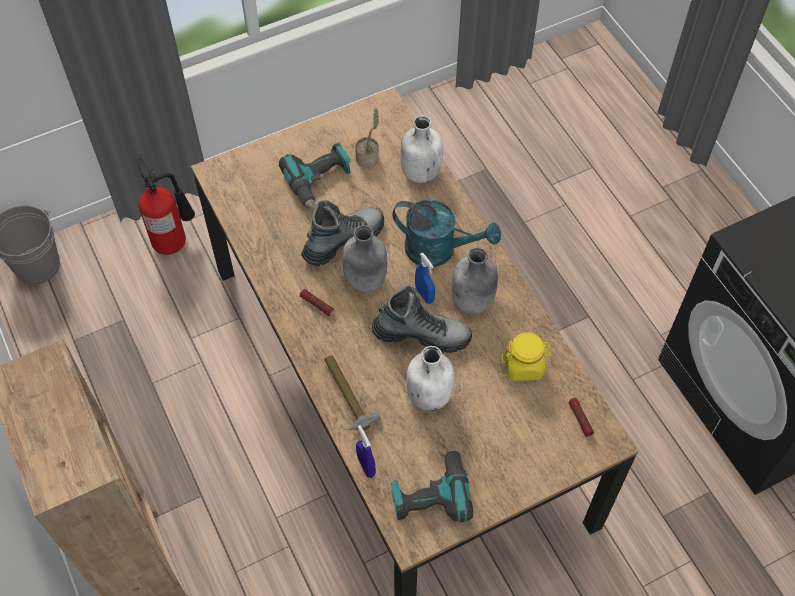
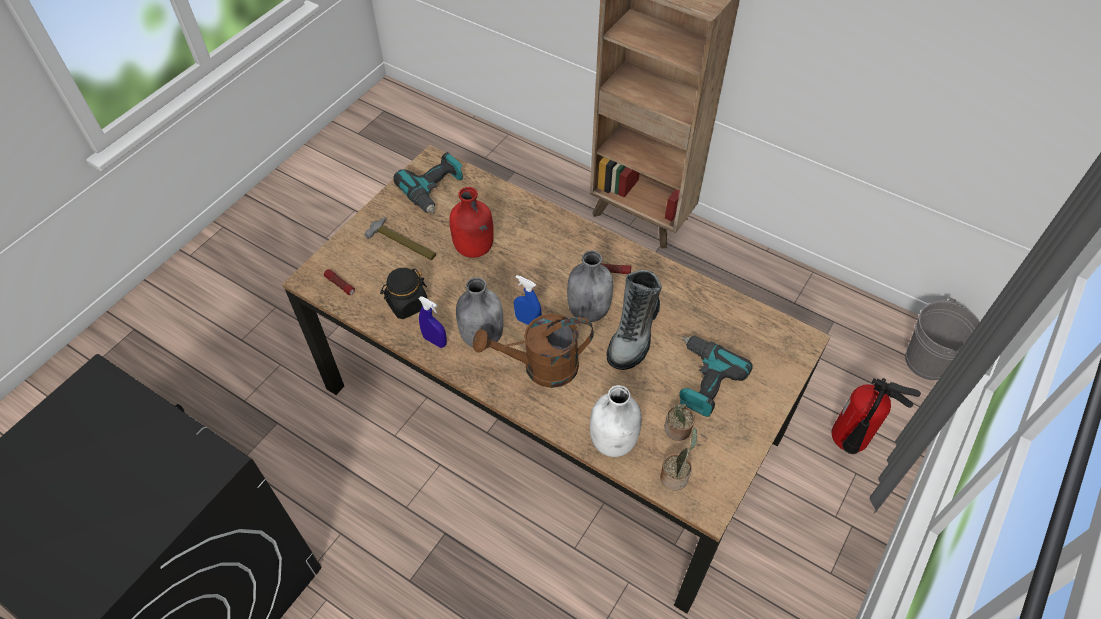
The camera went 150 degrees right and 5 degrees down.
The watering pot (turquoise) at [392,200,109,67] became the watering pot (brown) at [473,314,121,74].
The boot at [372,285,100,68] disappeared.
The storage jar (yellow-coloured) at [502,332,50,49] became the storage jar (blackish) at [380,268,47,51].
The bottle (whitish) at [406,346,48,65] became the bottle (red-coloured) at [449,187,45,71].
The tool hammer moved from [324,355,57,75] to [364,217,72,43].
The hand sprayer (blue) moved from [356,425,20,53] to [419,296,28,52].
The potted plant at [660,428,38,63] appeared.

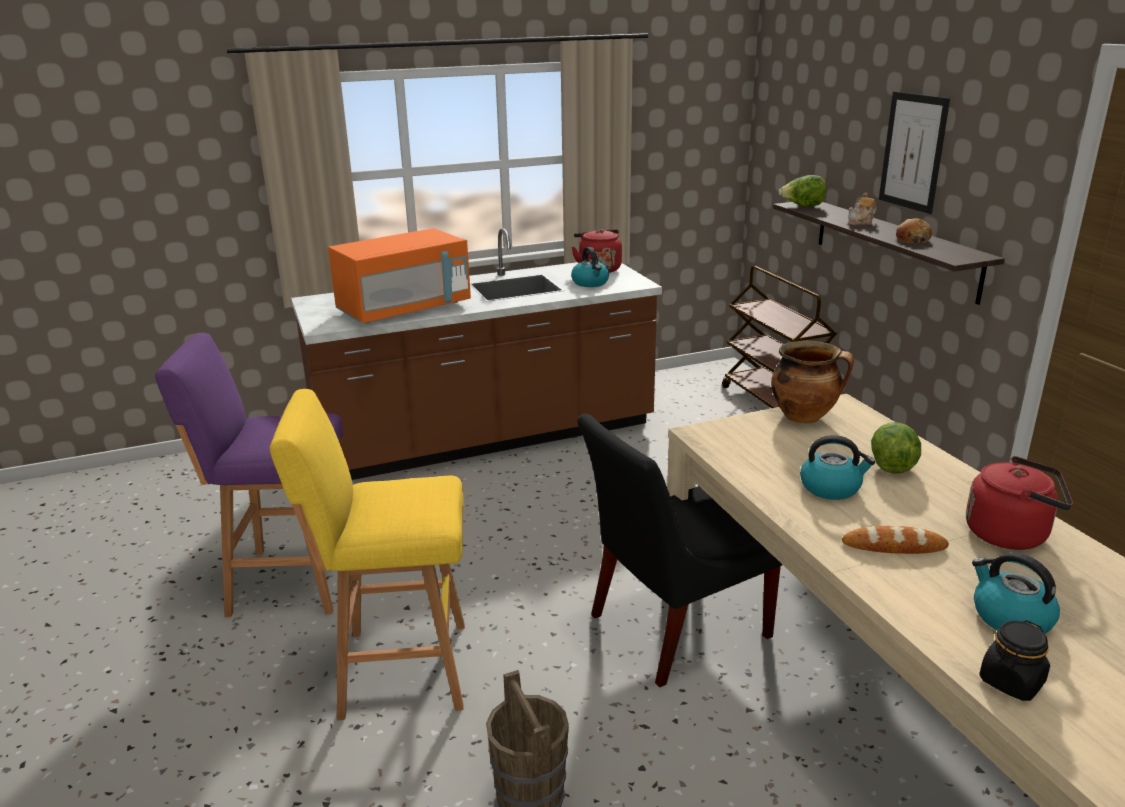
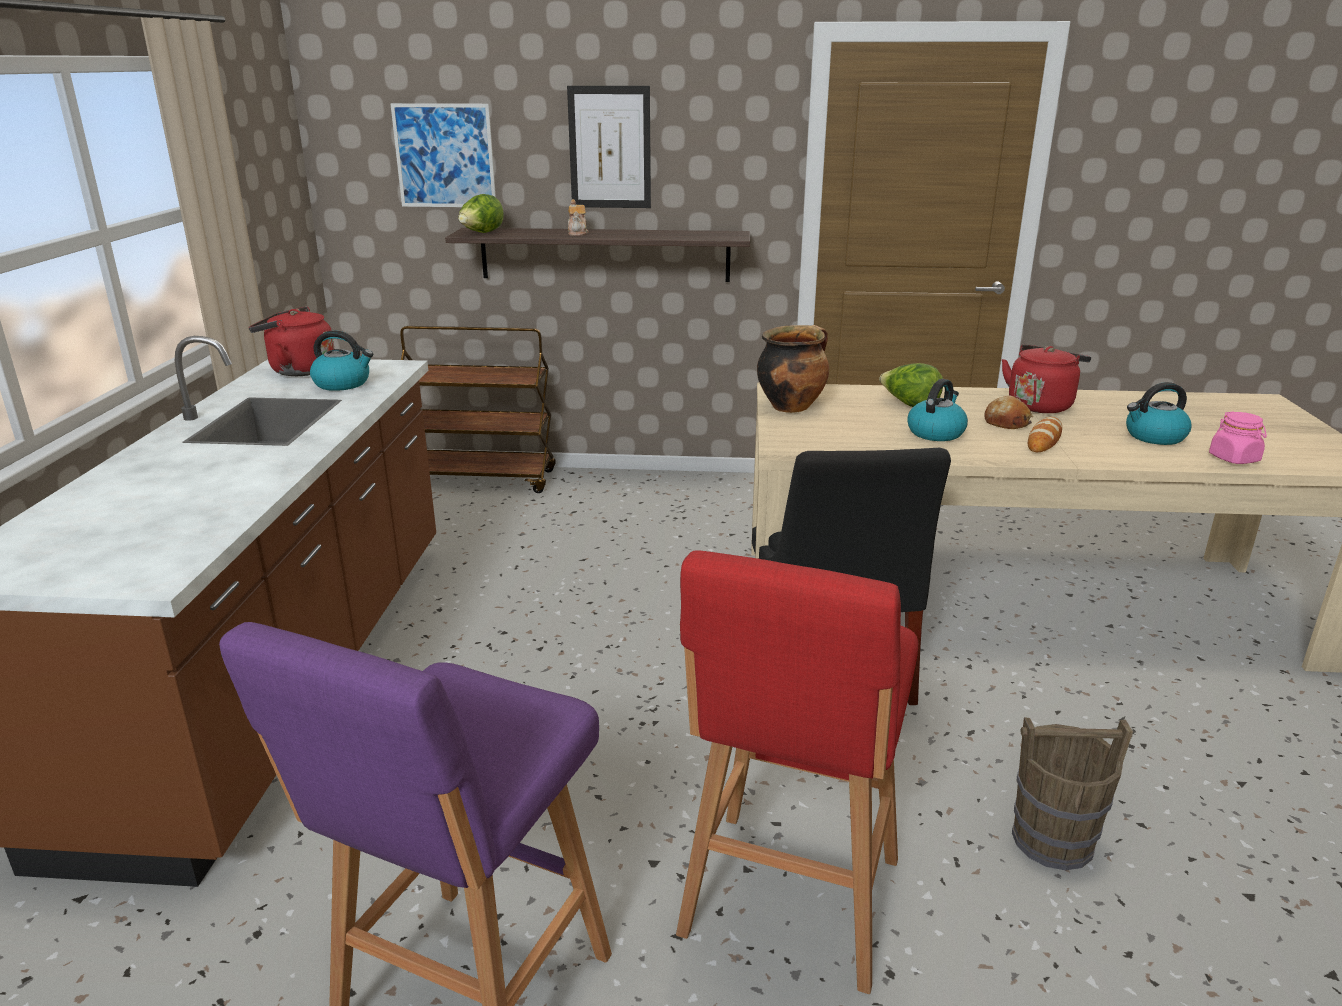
The camera went 65 degrees left and 0 degrees up.
The baked bread moved from [896,218,36,25] to [984,395,49,34].
The kitchen microwave (orangey) at [328,228,143,95] disappeared.
The stool seat (yellow-coloured) at [270,389,195,331] became the stool seat (red-coloured) at [676,550,242,444].
The storage jar (blackish) at [979,620,71,81] became the storage jar (pinkish) at [1209,411,58,53].
The picture at [390,103,106,104] appeared.

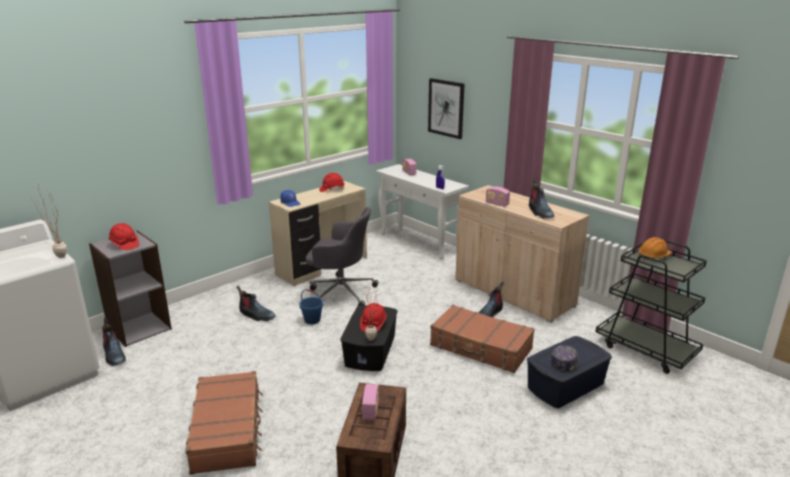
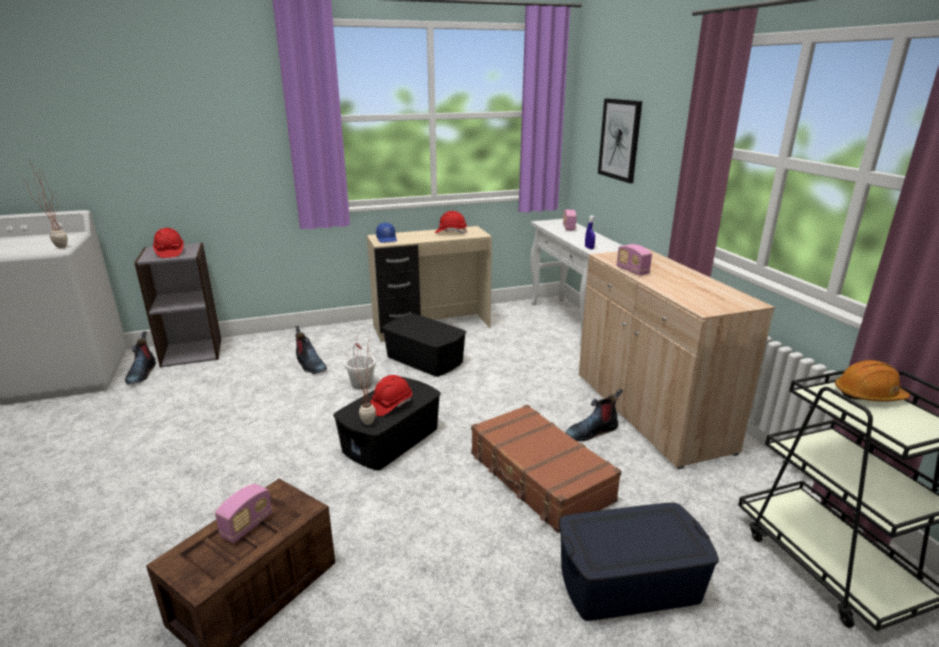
The camera went 25 degrees right and 0 degrees up.
The boot at [529,178,25,41] disappeared.
The office chair (grey) at [306,207,72,99] was replaced by the storage box (blackish) at [382,314,84,63].
The bucket (blue) at [299,289,24,35] became the bucket (whitish) at [345,343,31,47].
The baseball cap at [551,345,28,27] disappeared.
The travel case (brown) at [185,371,78,104] disappeared.

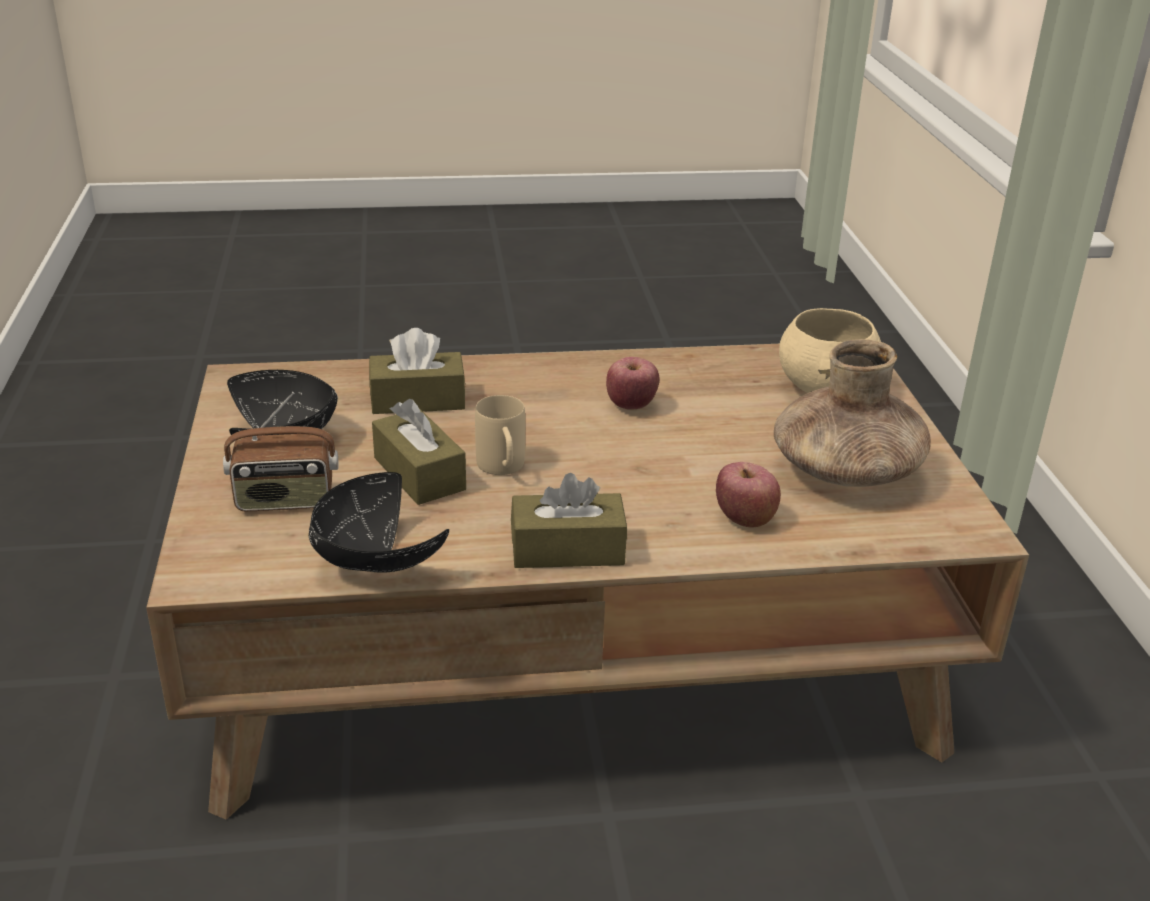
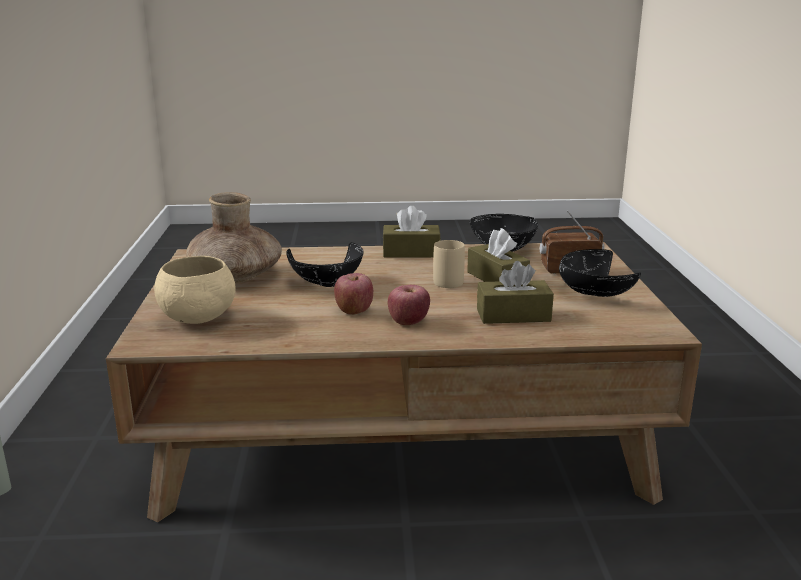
The camera went 175 degrees left and 10 degrees down.
The whole apple moved from [716,462,65,66] to [388,285,42,40].
The deep dish (blackish) at [286,242,78,45] appeared.

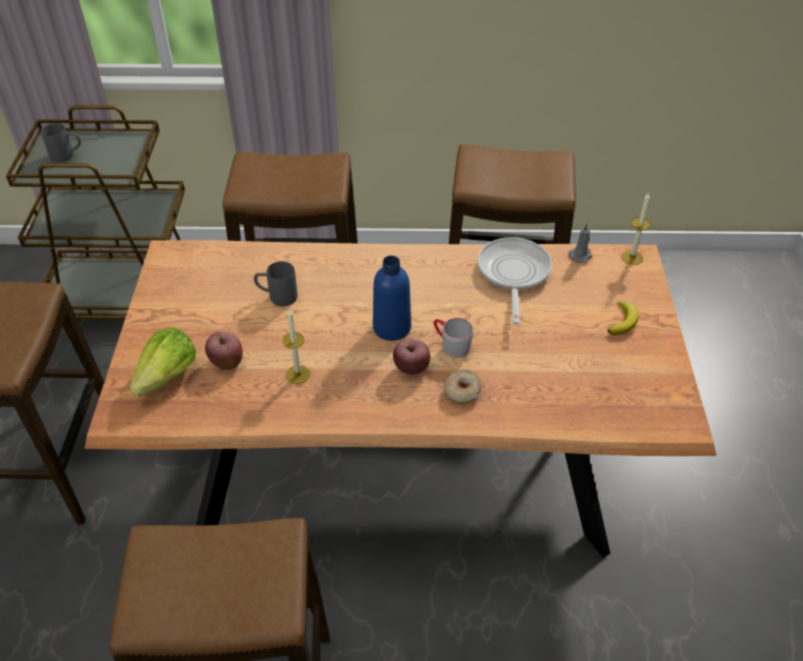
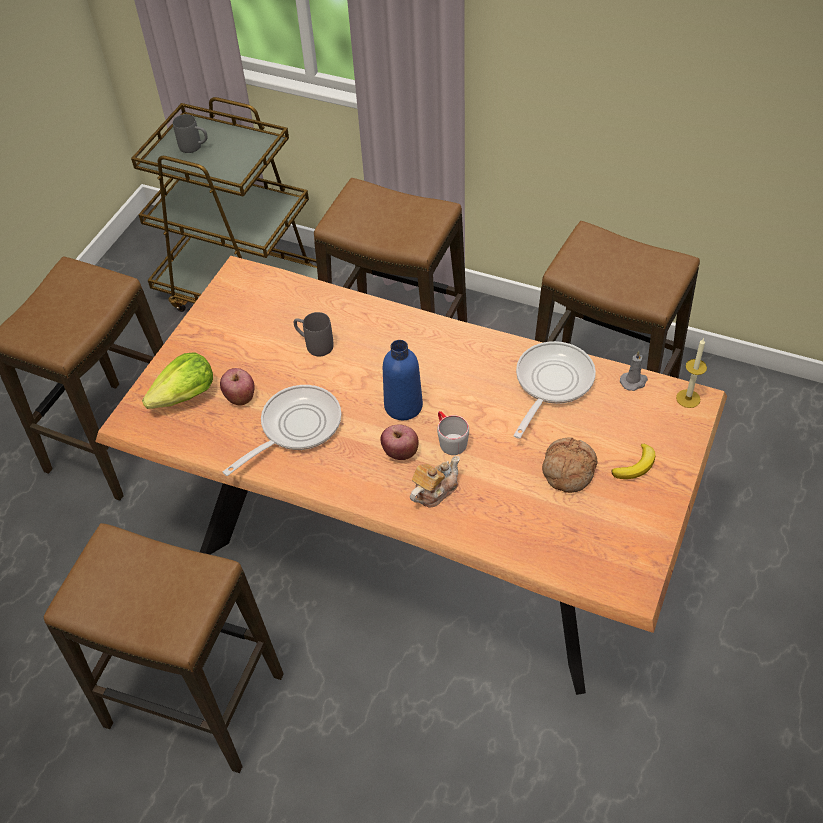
The camera went 25 degrees right and 5 degrees up.
The wax candle at [282,309,28,75] was replaced by the skillet at [223,385,118,91].
The donut at [443,369,39,35] was replaced by the teapot at [410,456,50,52].
The baked bread at [542,438,55,55] appeared.

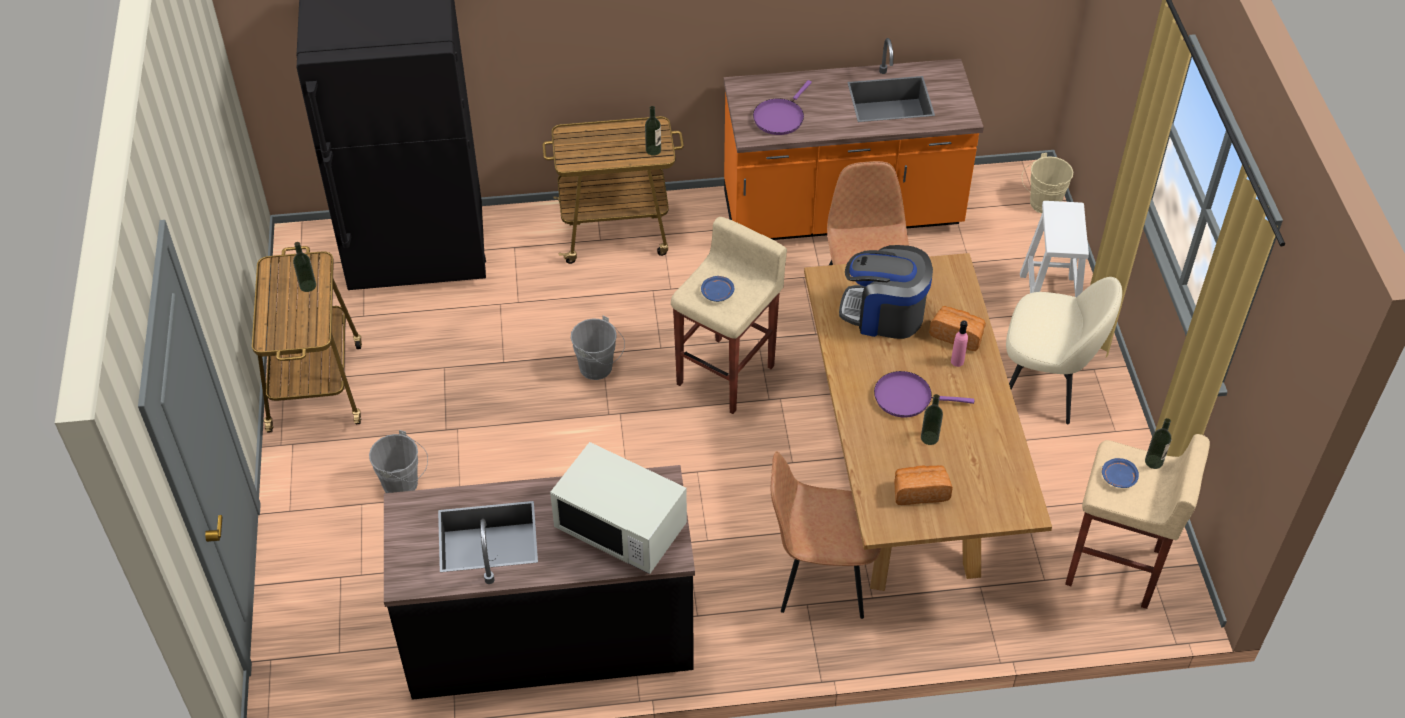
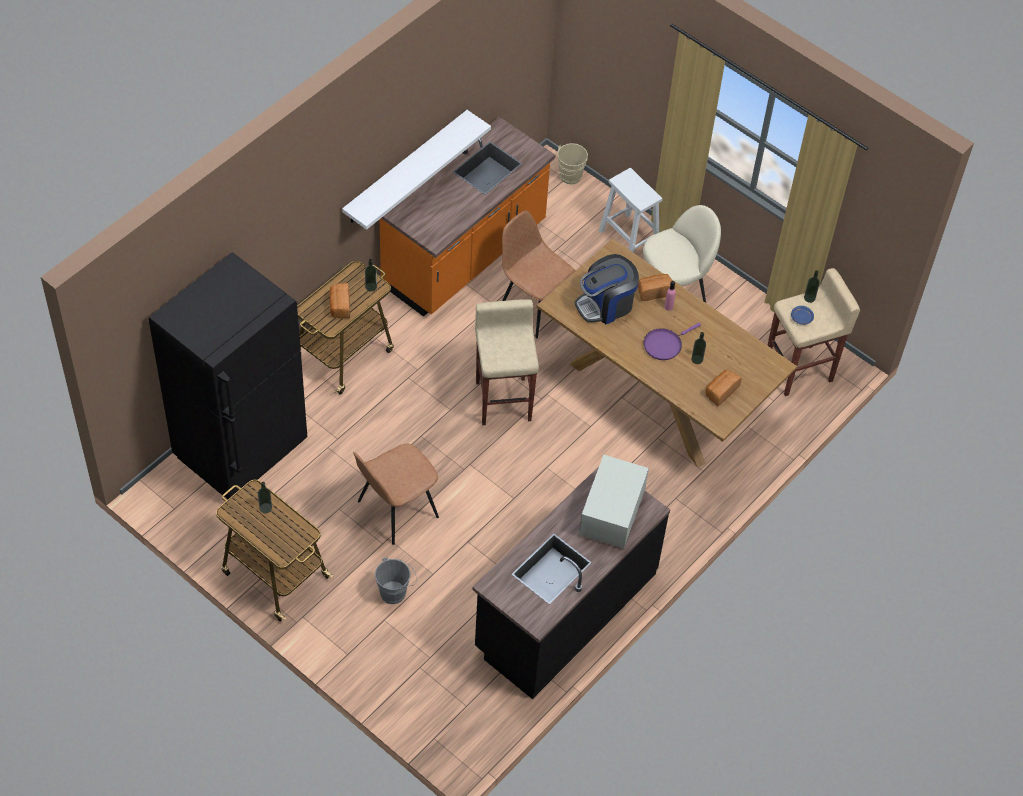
The camera went 45 degrees left and 5 degrees up.
The skillet (purple-coloured) at [753,80,59,55] disappeared.
The dinner plate (blue) at [701,276,33,26] disappeared.
The bucket (grey) at [571,316,54,64] disappeared.
The kitchen microwave (whitish) at [550,442,137,132] turned 120 degrees clockwise.
The upright chair (brown) moved from [771,451,110,168] to [353,444,86,101].
The wall shelf (whitish) at [342,110,149,120] appeared.
The baked bread at [330,283,20,36] appeared.

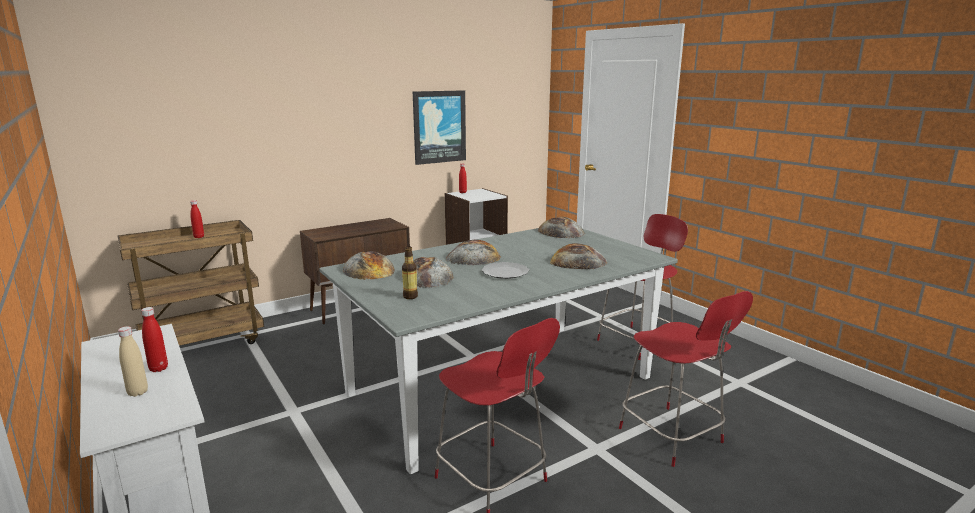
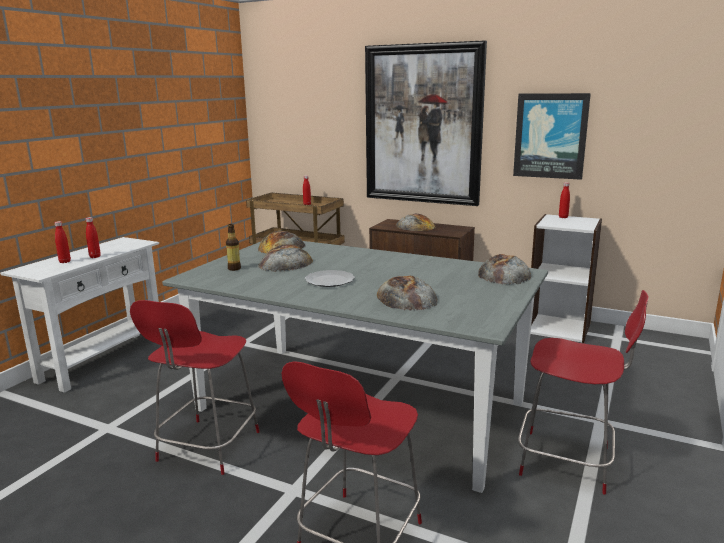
The camera went 60 degrees right and 0 degrees up.
The baked bread moved from [446,240,55,25] to [396,214,40,17].
The bottle (beige-coloured) at [118,326,30,71] became the bottle (red-coloured) at [55,221,16,42].
The picture at [365,40,122,166] appeared.

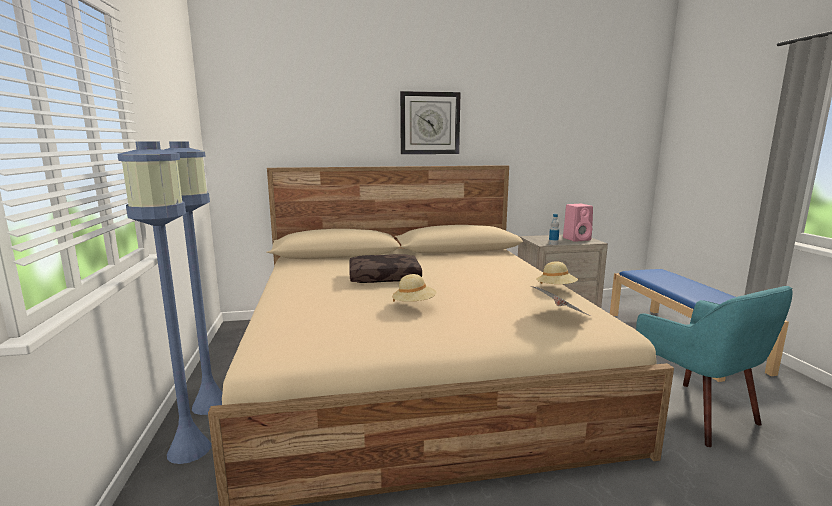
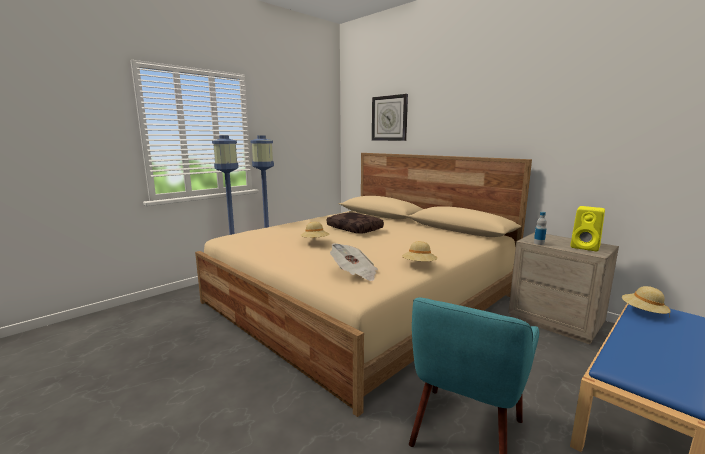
The camera went 55 degrees right and 0 degrees up.
The wall clock moved from [400,91,61,63] to [372,94,36,47].
The audio speaker (pinkish) at [563,204,30,38] became the audio speaker (yellow-coloured) at [570,206,35,45].
The clothing hat (beige-coloured) at [622,286,49,30] appeared.

